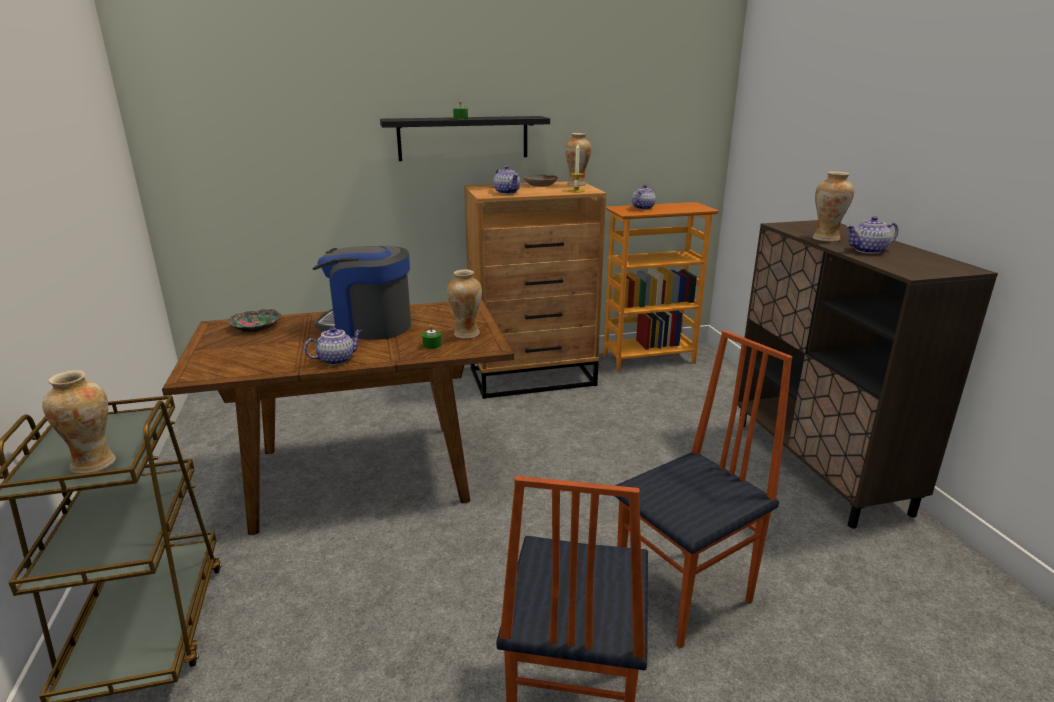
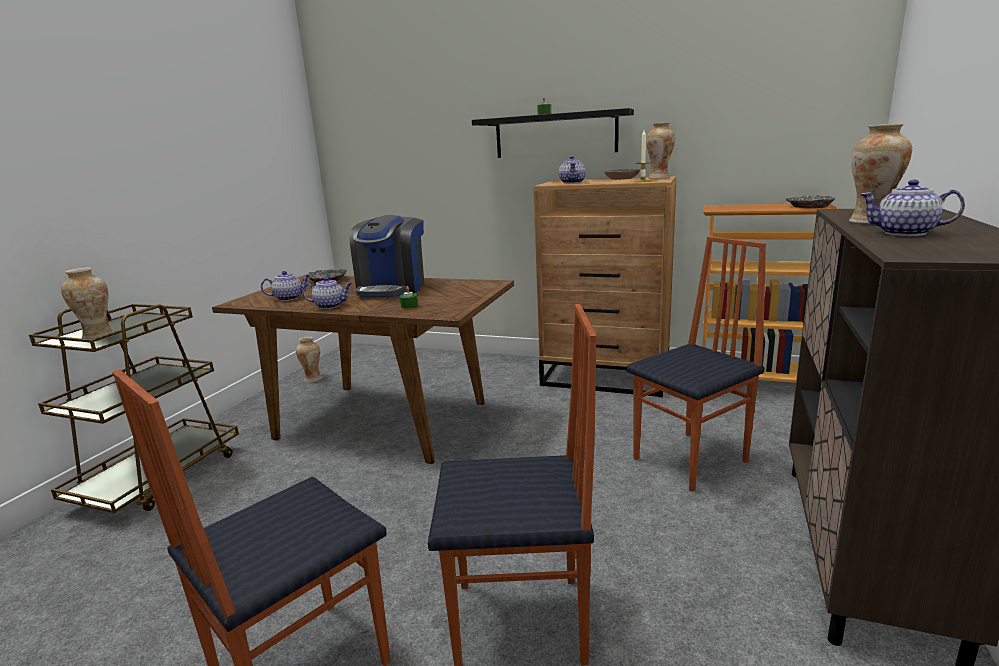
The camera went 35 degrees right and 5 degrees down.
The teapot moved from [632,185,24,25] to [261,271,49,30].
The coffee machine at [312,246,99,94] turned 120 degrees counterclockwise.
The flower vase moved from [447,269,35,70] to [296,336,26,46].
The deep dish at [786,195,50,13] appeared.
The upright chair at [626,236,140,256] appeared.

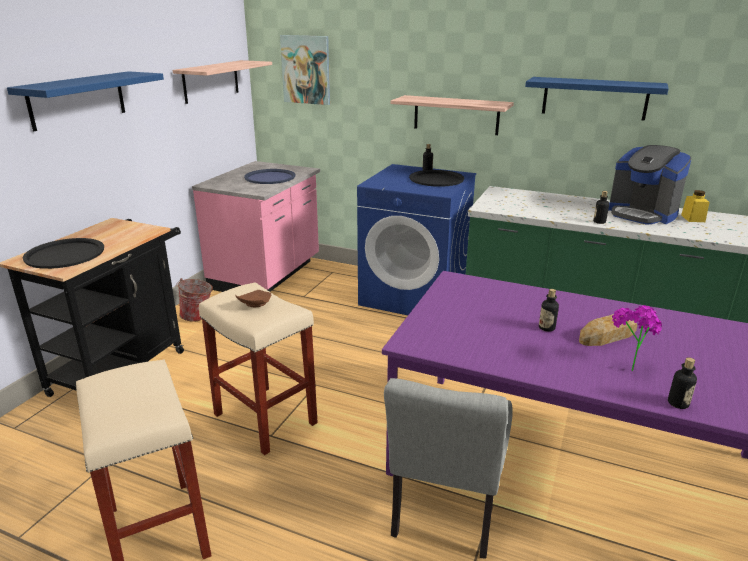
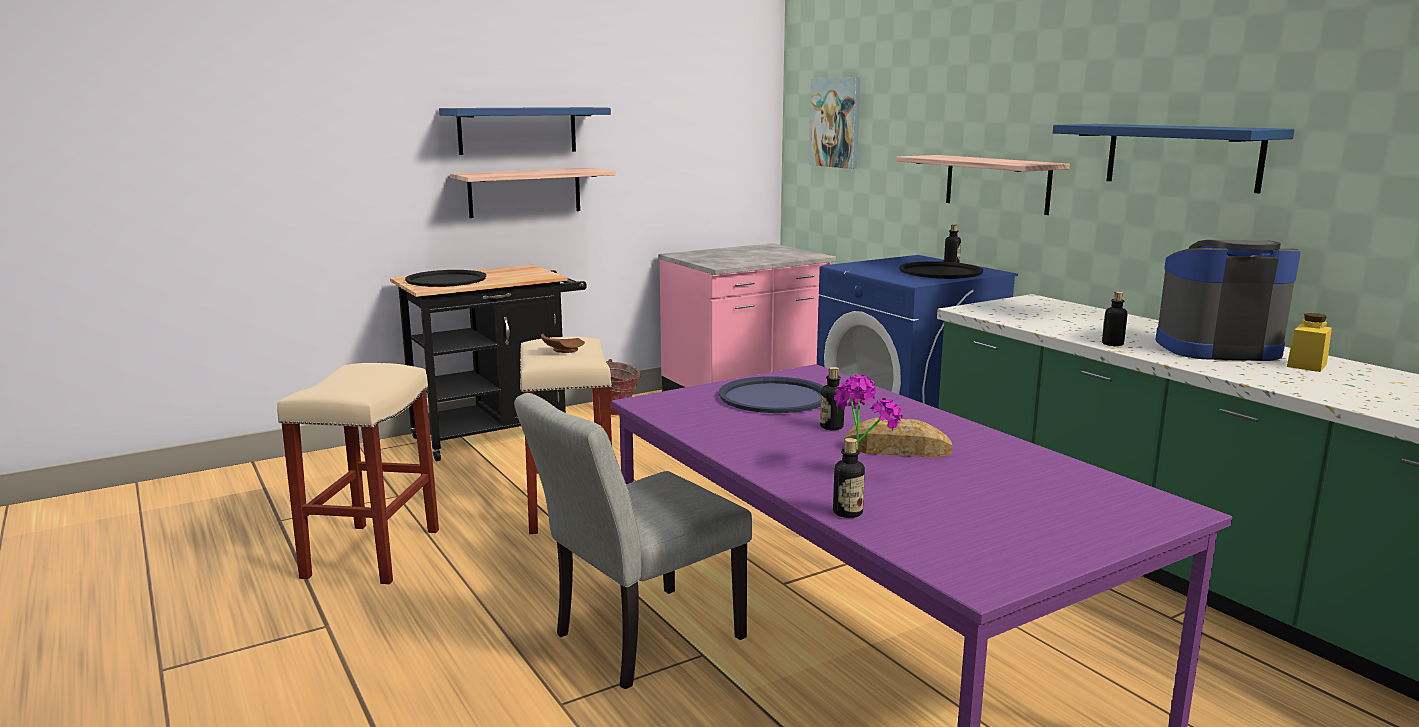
The camera went 35 degrees right and 10 degrees down.
The wall shelf moved from [172,60,100,44] to [450,168,166,50].
The coffee machine at [608,145,83,80] turned 105 degrees clockwise.
The tray (blue) moved from [244,169,52,15] to [719,376,104,37].

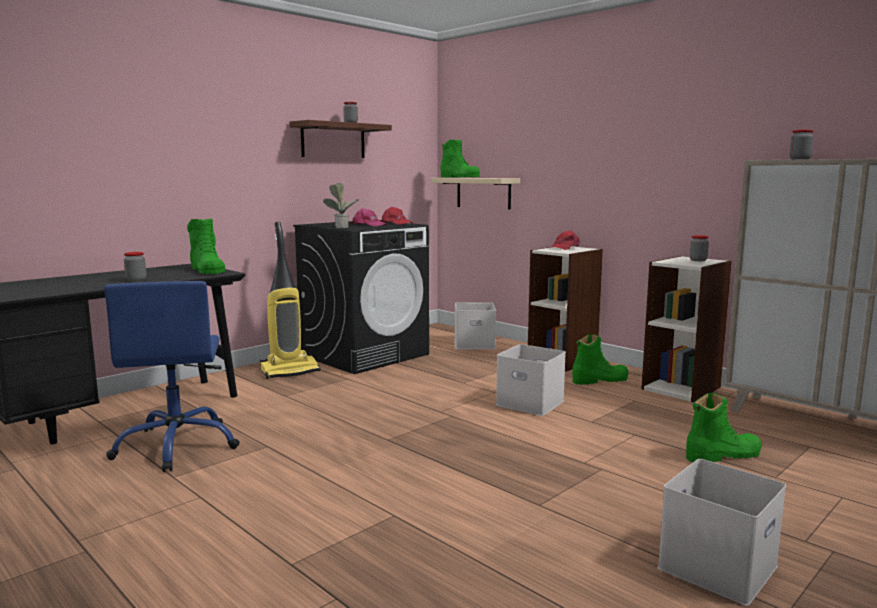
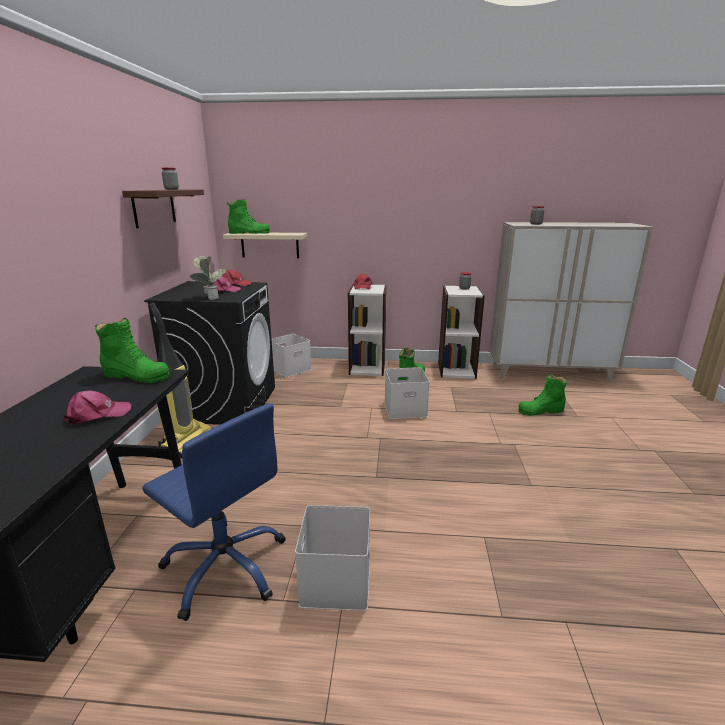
The camera went 40 degrees left and 10 degrees up.
The storage jar at [124,252,22,30] was replaced by the baseball cap (pinkish) at [63,390,68,36].
The boot (green-coloured) at [686,393,75,69] turned 135 degrees counterclockwise.
The storage box (whitish) moved from [658,459,128,147] to [295,505,75,106].

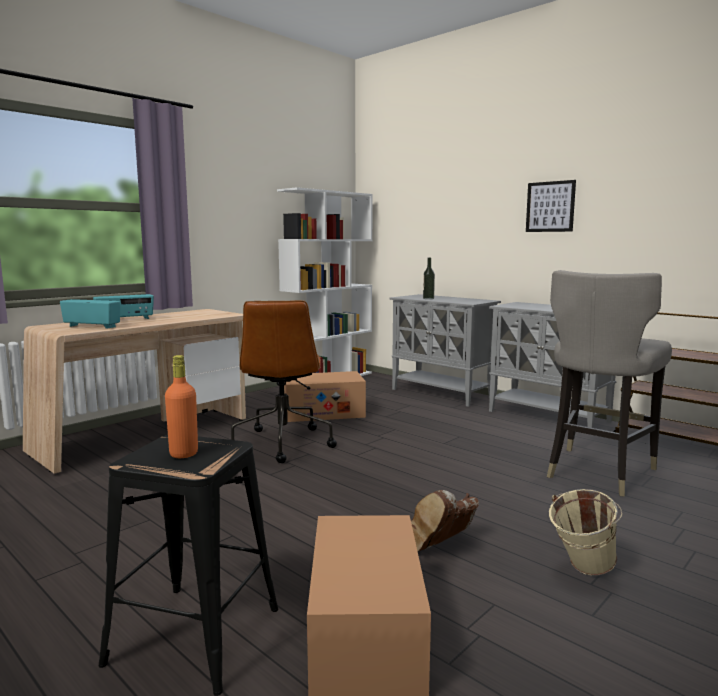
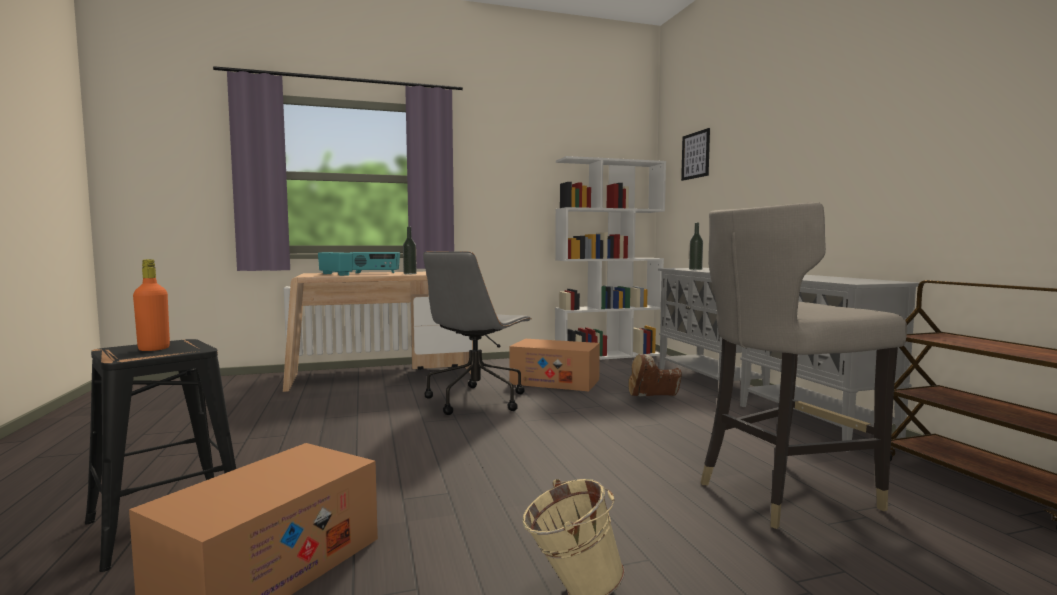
The camera went 30 degrees right and 5 degrees down.
The picture moved from [526,180,50,52] to [681,128,29,53].
The office chair (brown) at [231,300,106,163] became the office chair (grey) at [423,251,109,164].
The boot (brown) moved from [411,490,68,61] to [628,354,54,42].
The bottle at [403,227,14,47] appeared.

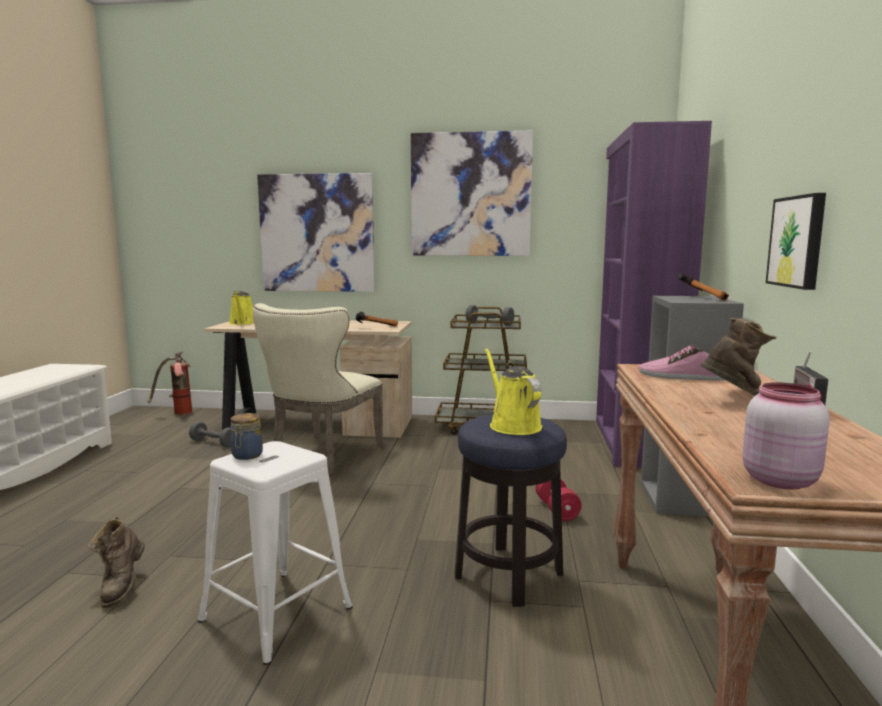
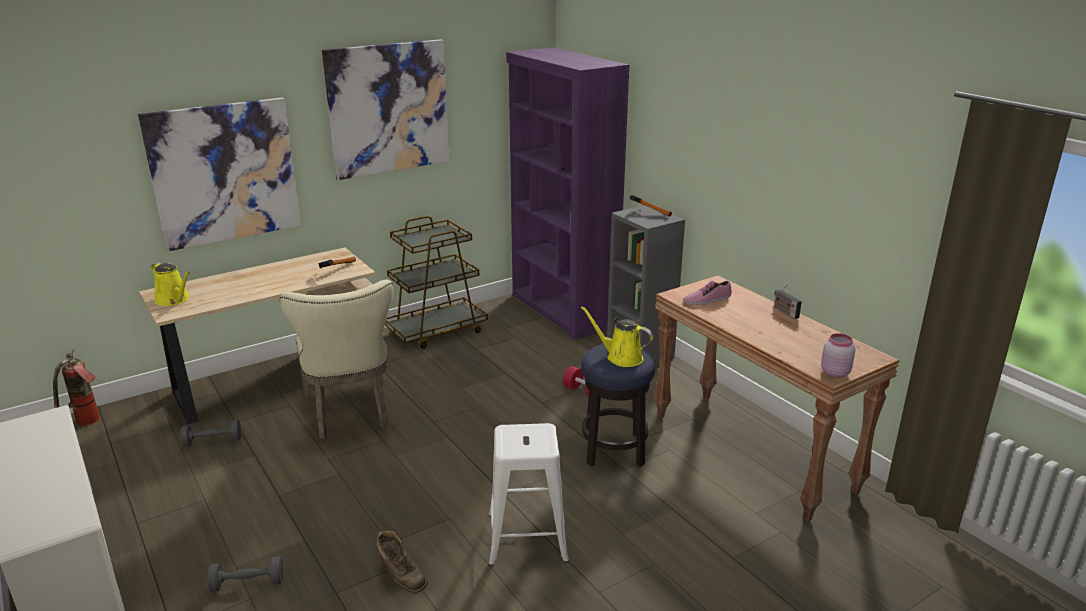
The camera went 40 degrees left and 15 degrees up.
The picture at [766,193,60,97] disappeared.
The dumbbell (grey) moved from [466,305,48,21] to [207,556,76,36].
The boot (brown) at [700,318,76,78] disappeared.
The storage jar at [231,413,32,47] disappeared.

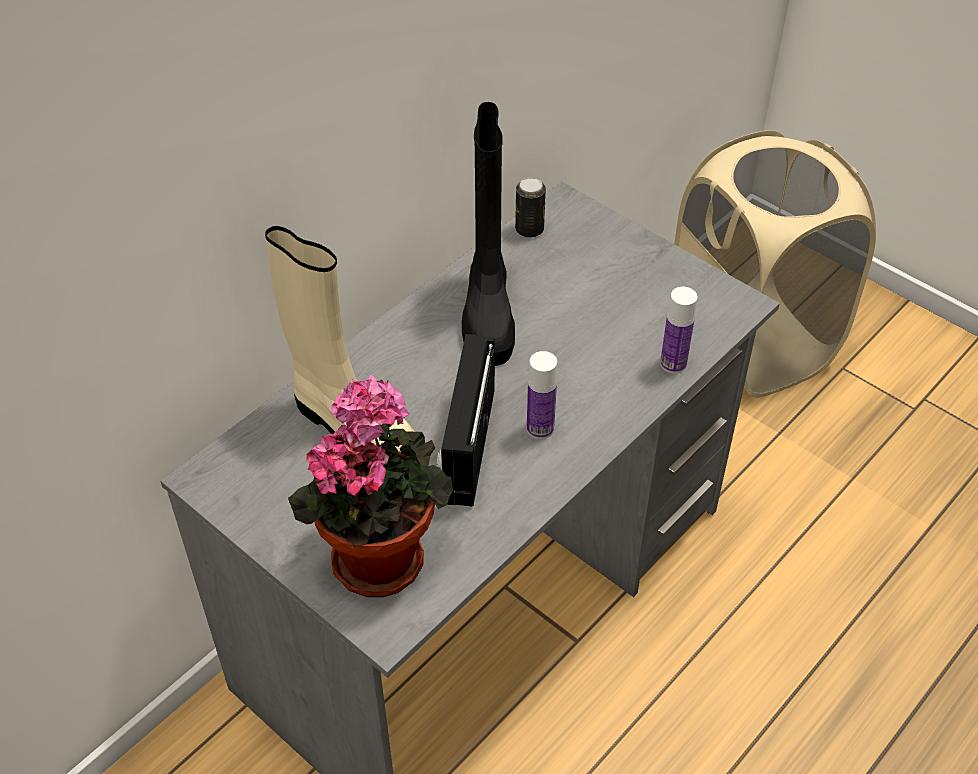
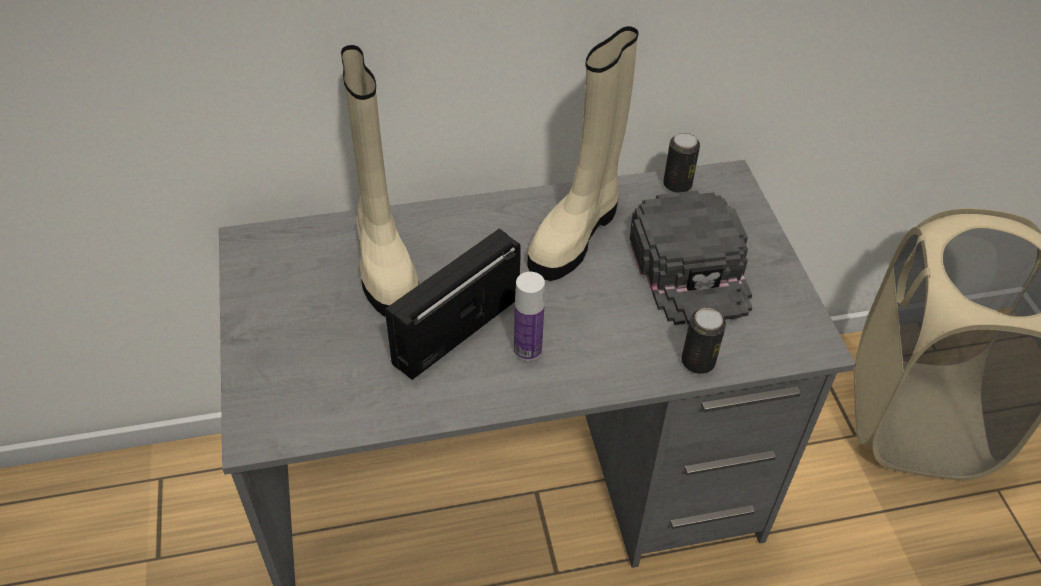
The camera went 35 degrees right and 0 degrees up.
The boot (blackish) at [462,102,53,264] became the boot (beige-coloured) at [527,26,112,255].
The bottle at [660,287,37,87] was replaced by the sealed can at [681,308,45,66].
The potted plant at [288,375,165,222] disappeared.
The baseball cap (blackish) at [630,190,122,135] appeared.

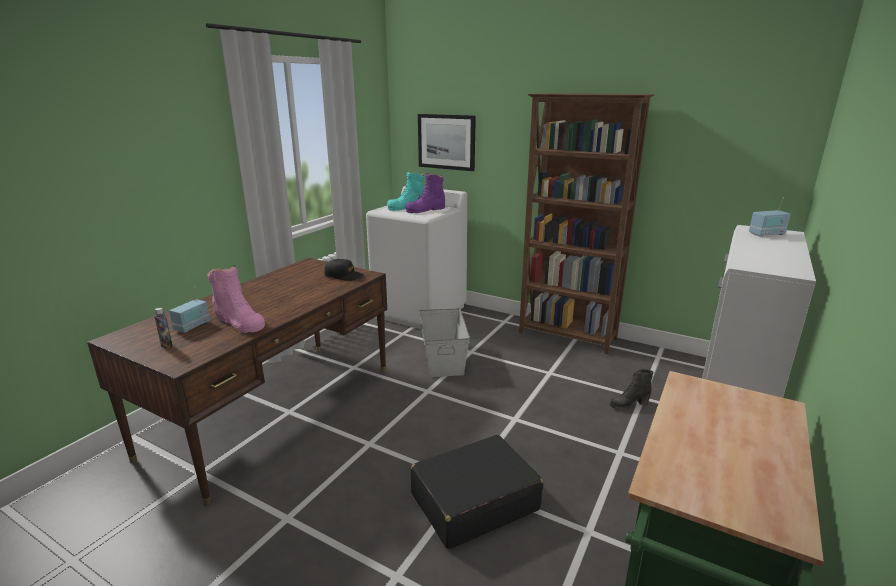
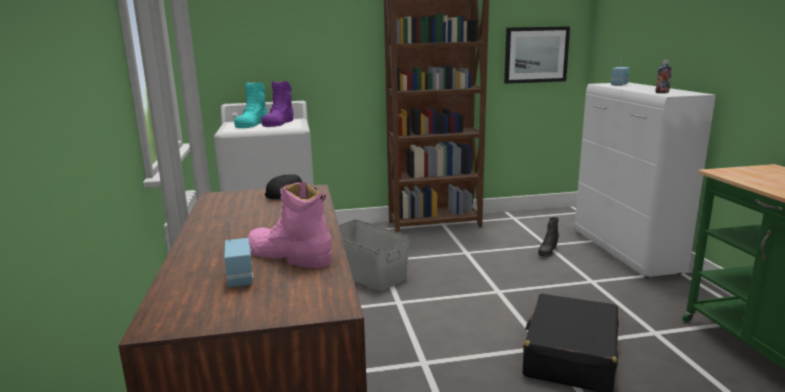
The camera went 40 degrees left and 5 degrees down.
The picture moved from [418,114,58,57] to [504,26,66,58].
The boot (pinkish) at [207,266,58,67] turned 150 degrees counterclockwise.
The bottle moved from [154,308,19,41] to [656,60,16,33].

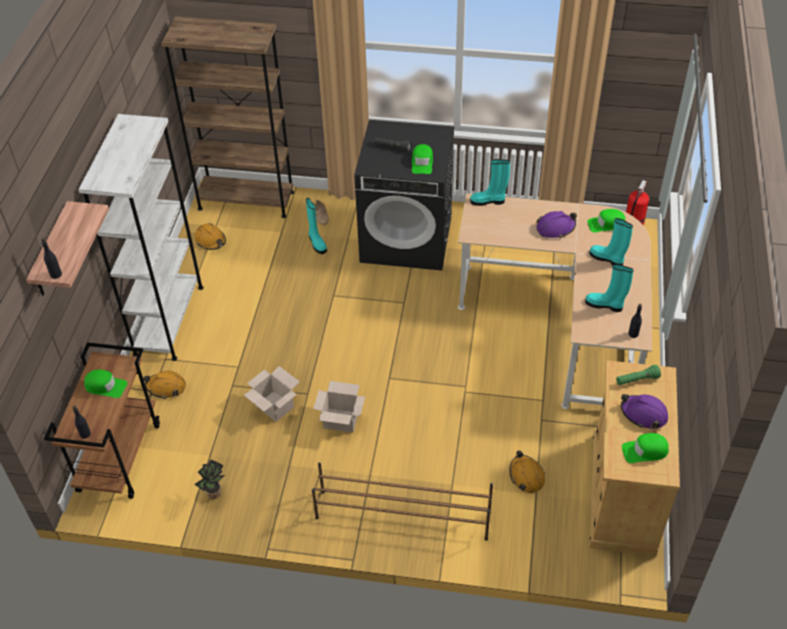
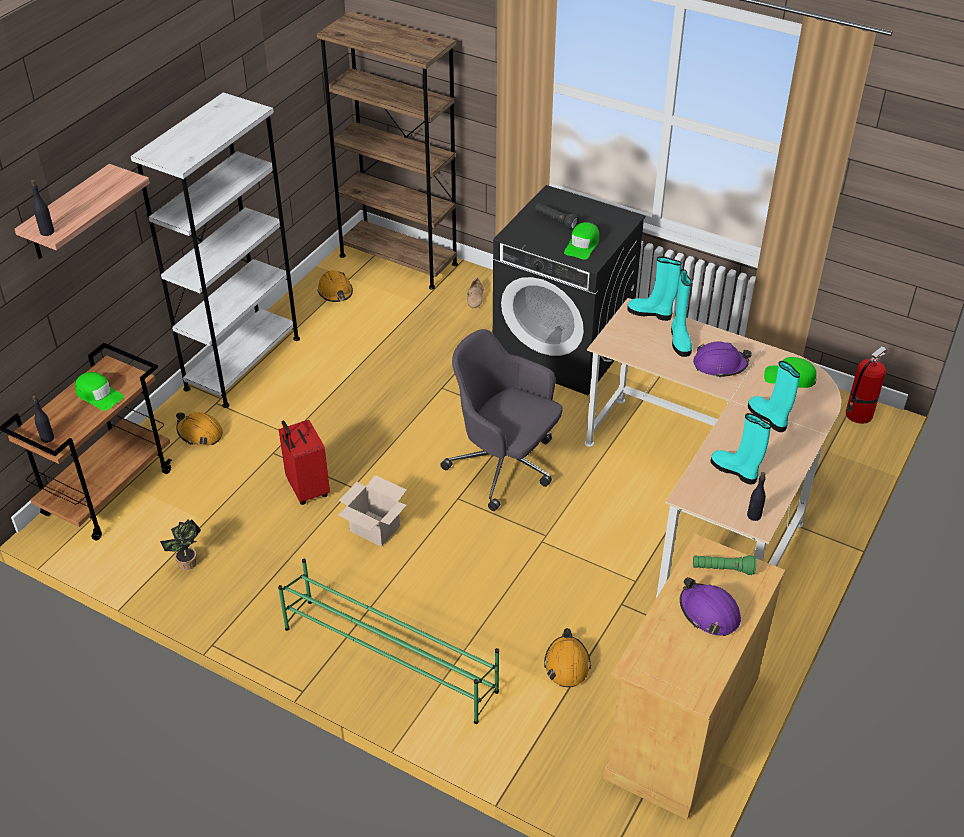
The camera went 20 degrees right and 5 degrees down.
The boot (turquoise) moved from [306,198,21,56] to [671,269,21,88].
The packing box at [244,366,56,56] was replaced by the travel case (red-coloured) at [279,420,51,85].
The baseball cap (green-coloured) at [622,433,47,30] disappeared.
The shoe shelf (brown) at [312,463,181,78] became the shoe shelf (green-coloured) at [278,559,221,165].
The office chair (grey) at [440,329,123,182] appeared.

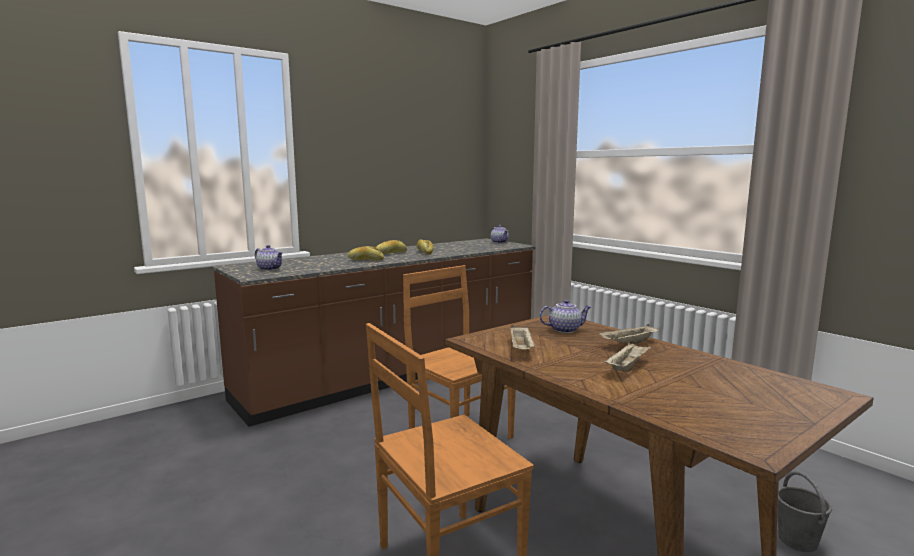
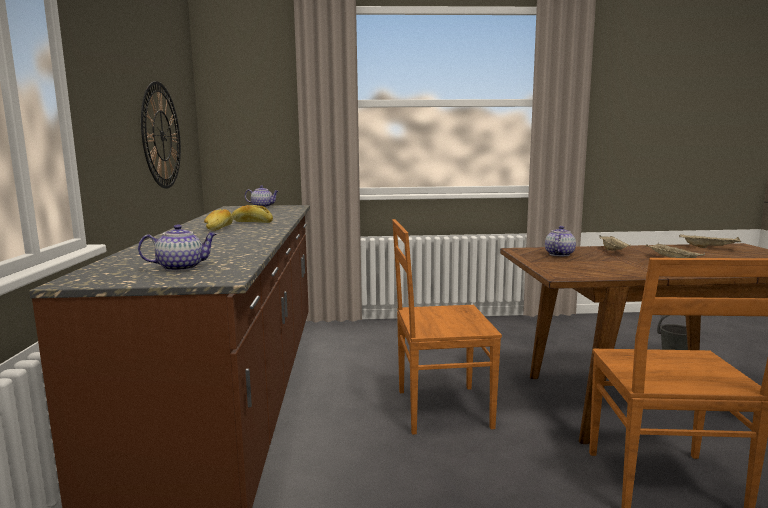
The camera went 55 degrees left and 0 degrees up.
The baked bread at [348,246,36,15] disappeared.
The tray (beige-coloured) moved from [511,325,24,24] to [679,234,62,14].
The wall clock at [141,81,40,108] appeared.

